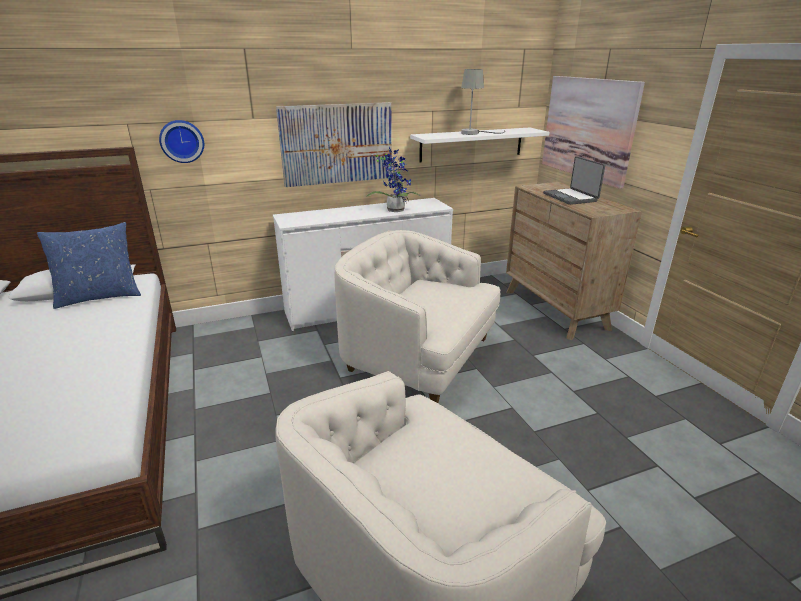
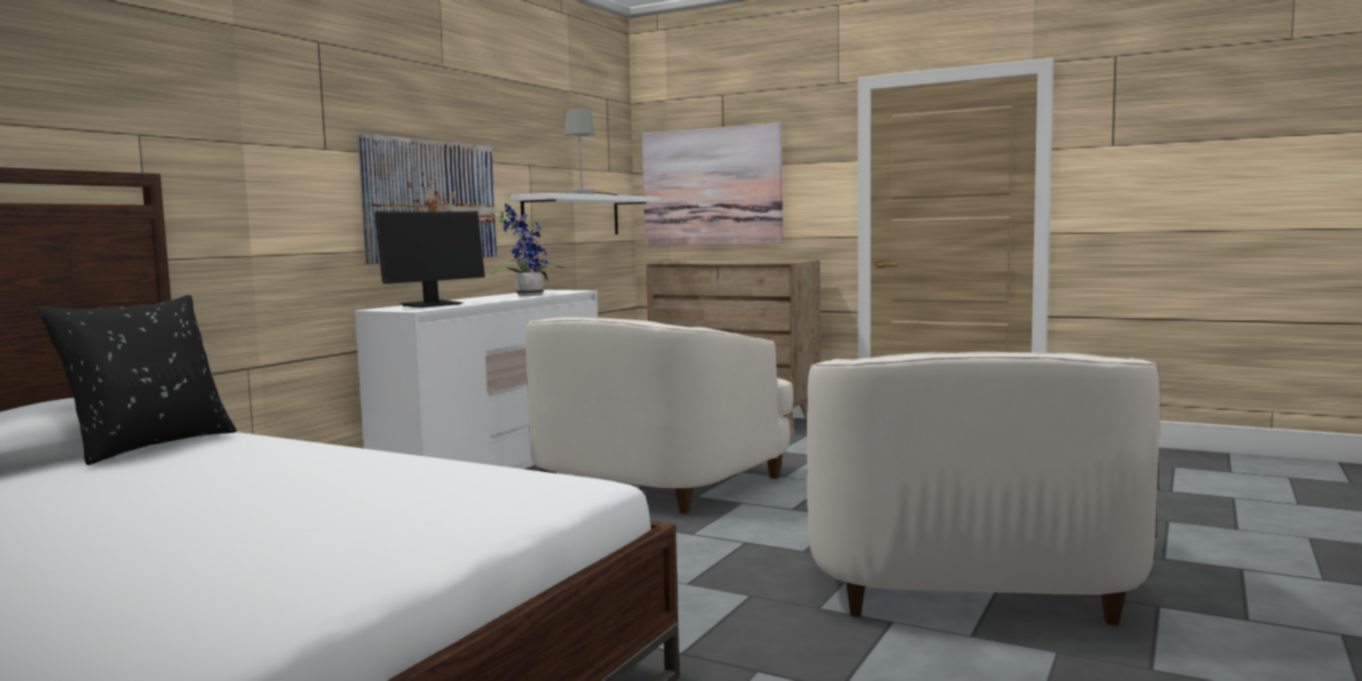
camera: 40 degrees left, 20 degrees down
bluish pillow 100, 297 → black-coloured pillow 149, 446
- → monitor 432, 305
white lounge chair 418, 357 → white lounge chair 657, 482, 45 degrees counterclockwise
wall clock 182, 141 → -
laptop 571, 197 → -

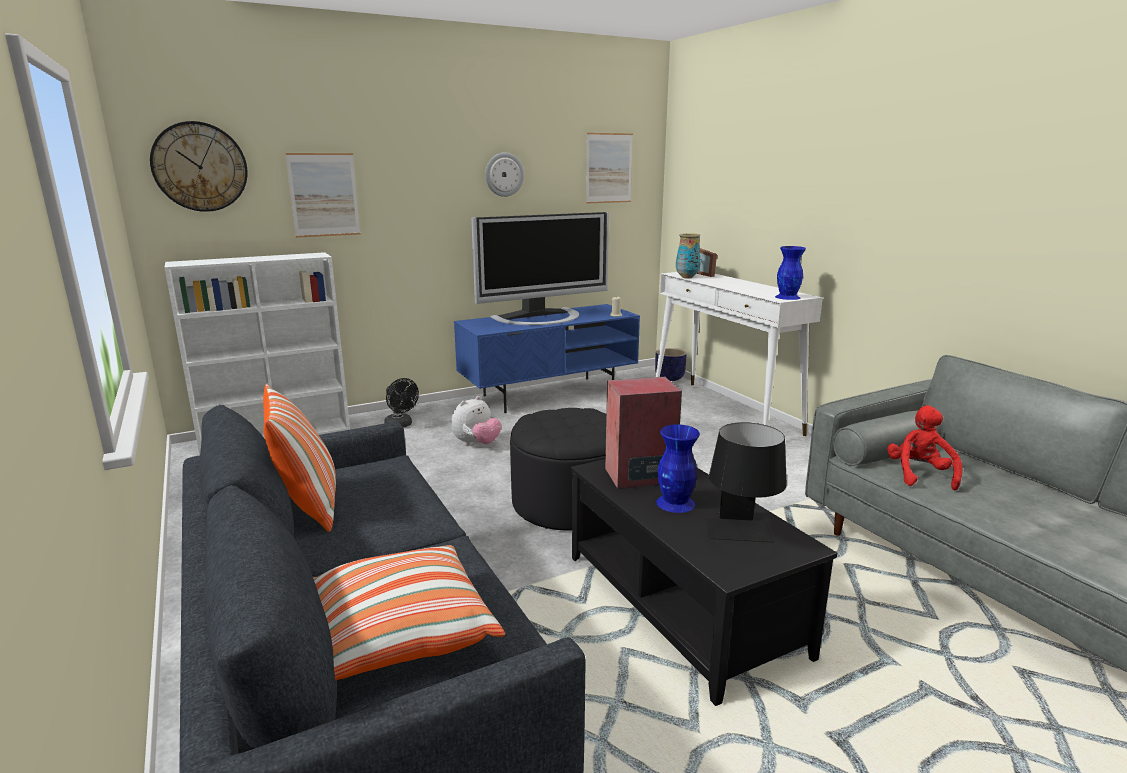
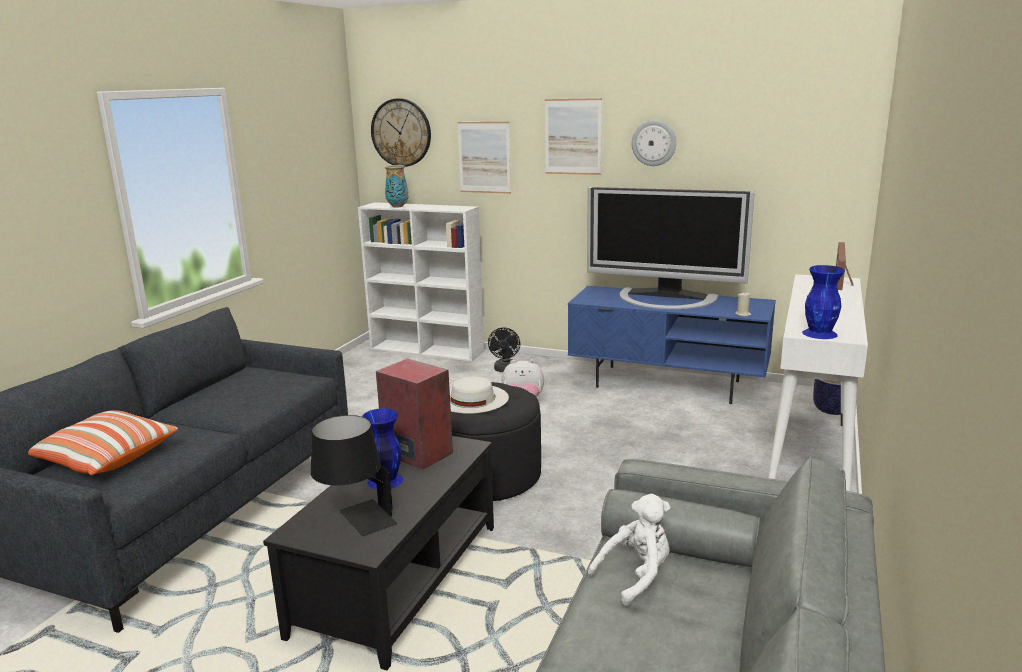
camera: 50 degrees right, 0 degrees up
decorative vase 687, 277 → decorative vase 398, 206, move
- → white clothing hat 472, 398
wall picture 609, 168 → wall picture 573, 136, move
red plush toy 919, 475 → white plush toy 636, 576
pillow 308, 506 → -

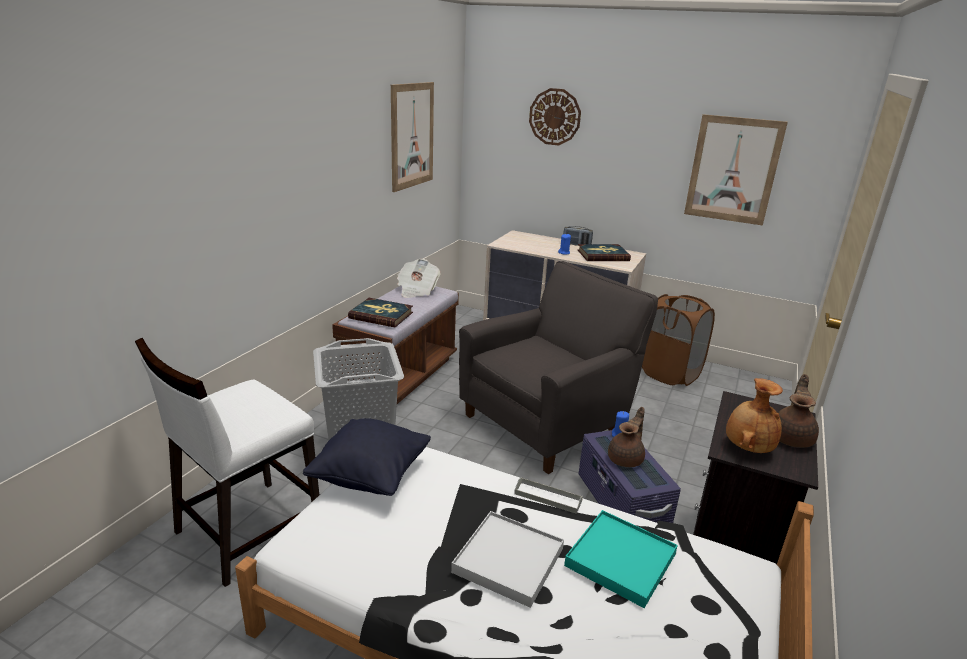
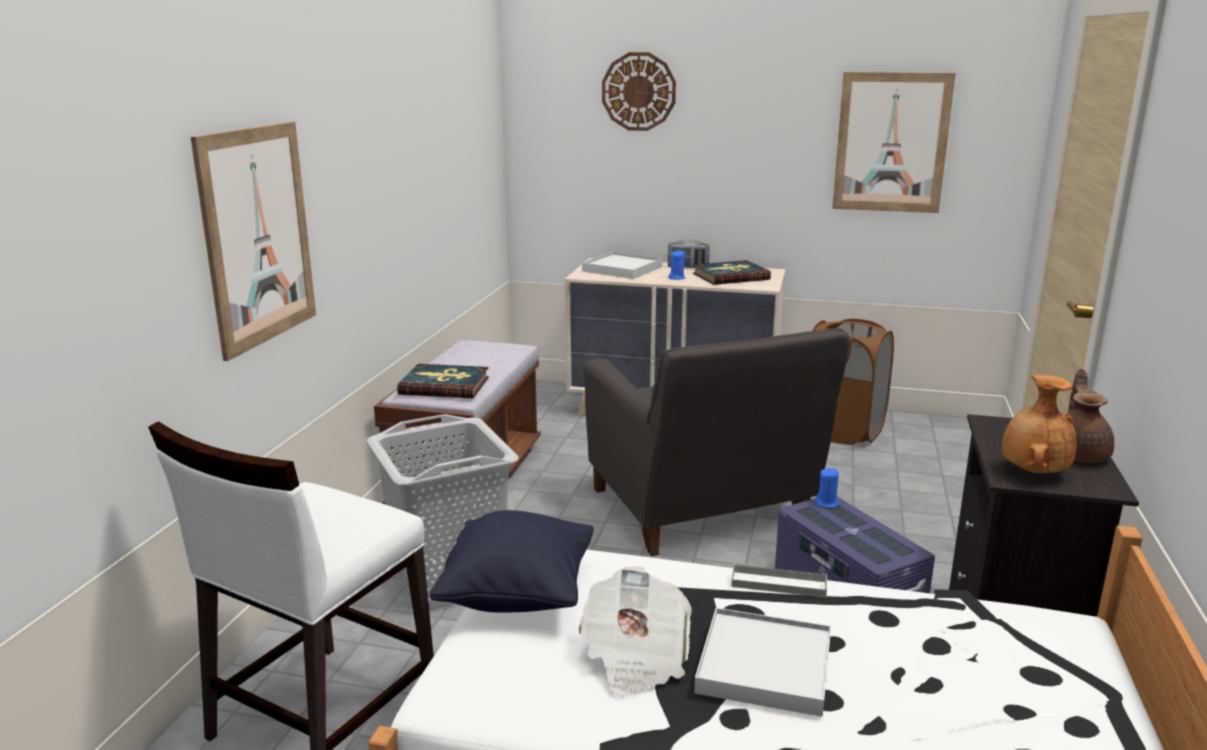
camera: 10 degrees left, 5 degrees down
wall picture 412, 136 → wall picture 258, 236, move
daily paper 417, 290 → daily paper 635, 658, move
- → white tray 622, 269
gray lounge chair 547, 422 → gray lounge chair 704, 511, 120 degrees clockwise
blue-green tray 621, 560 → -
brown-coloured teapot 626, 459 → -

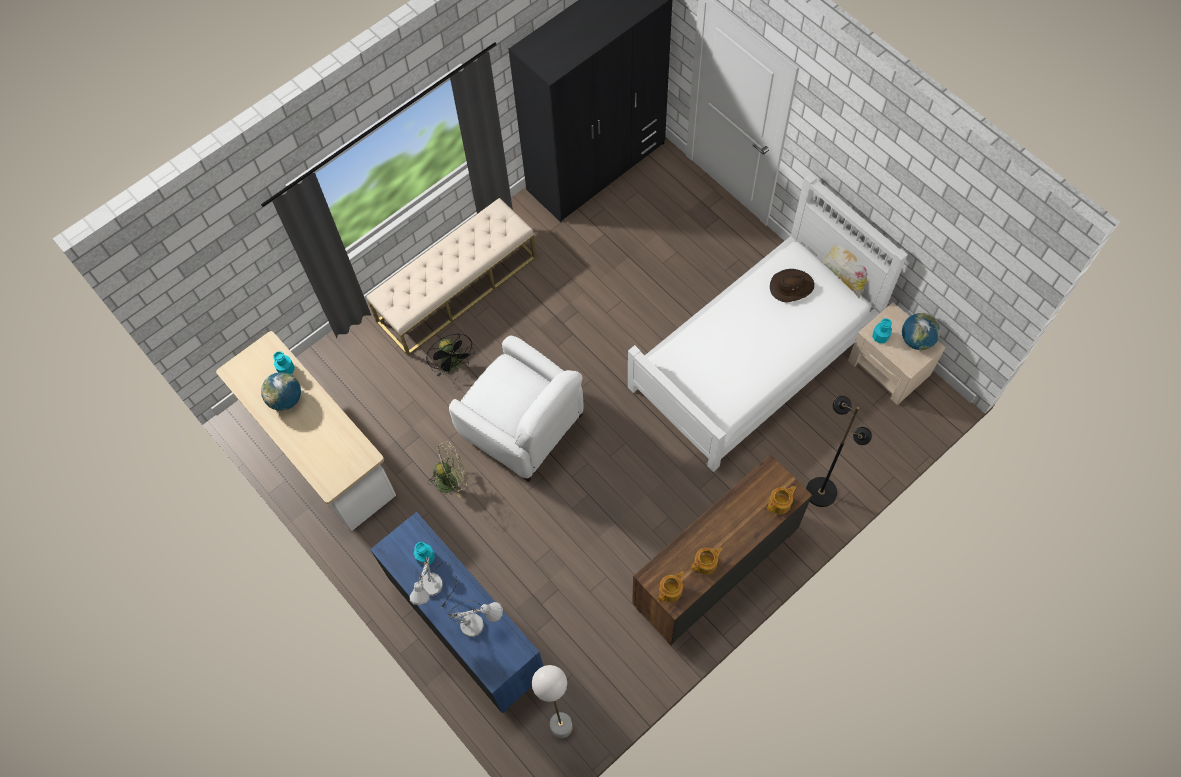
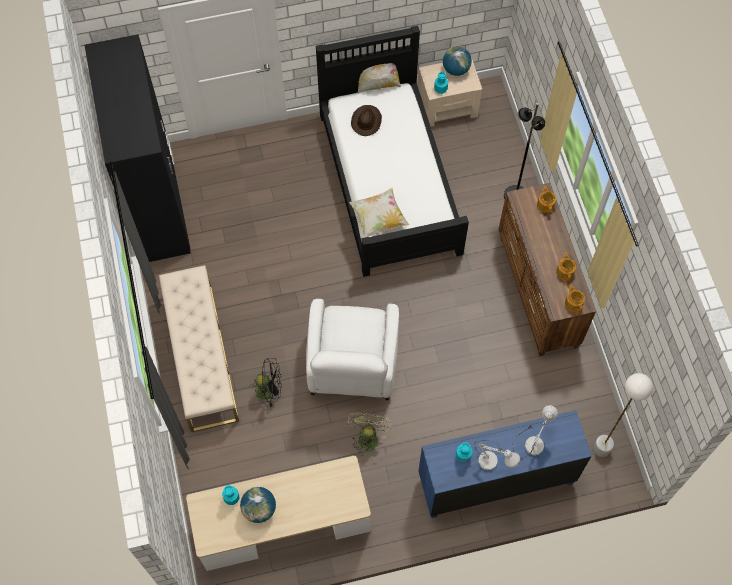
camera: 65 degrees left, 0 degrees up
white lounge chair 523, 426 → white lounge chair 352, 364, 120 degrees clockwise
white sleeping bed 754, 357 → black-coloured sleeping bed 389, 182
- → pillow 378, 219

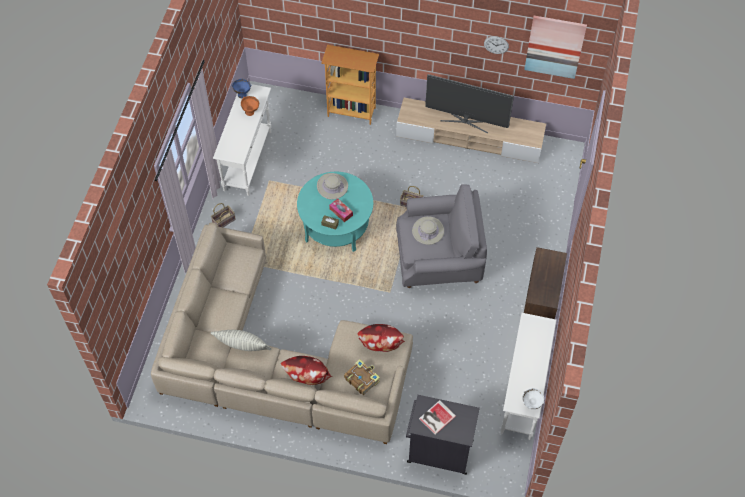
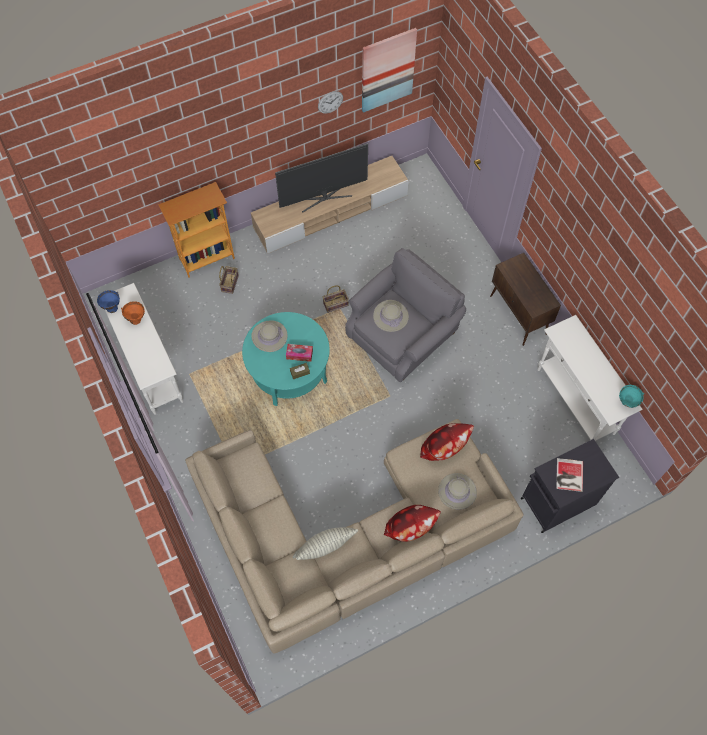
camera: 40 degrees left, 5 degrees up
household basket 224, 220 → household basket 229, 283, move
bound book 361, 379 → beige-coloured clothing hat 457, 491
white bowl 531, 405 → blue-green bowl 627, 403

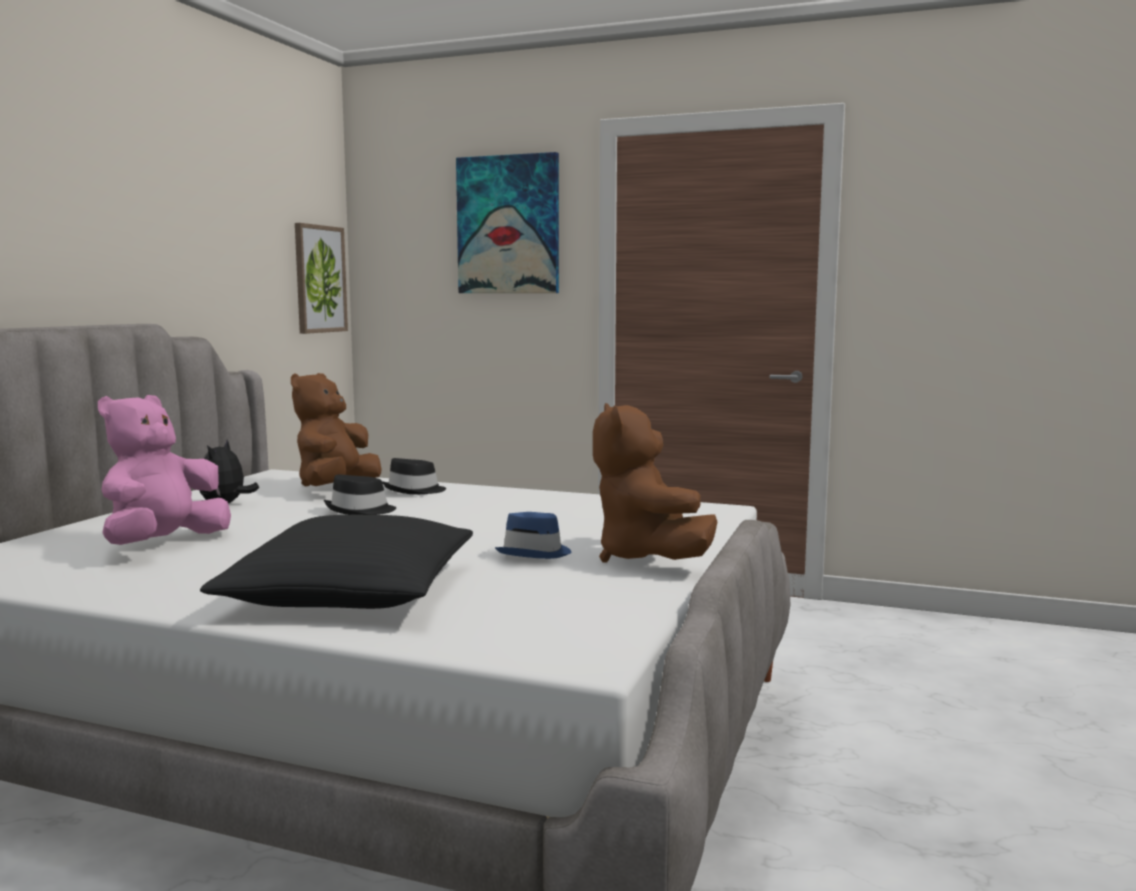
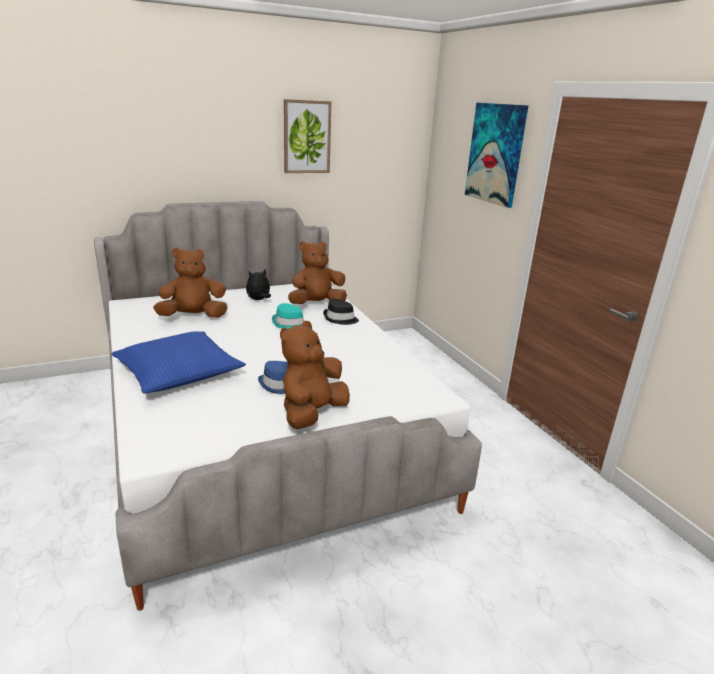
camera: 45 degrees right, 15 degrees up
black-coloured pillow 351, 591 → bluish pillow 178, 373
pink plush toy 163, 544 → brown-coloured plush toy 193, 317
black-coloured clothing hat 360, 511 → blue-green clothing hat 290, 324
wall picture 319, 279 → wall picture 306, 137, move

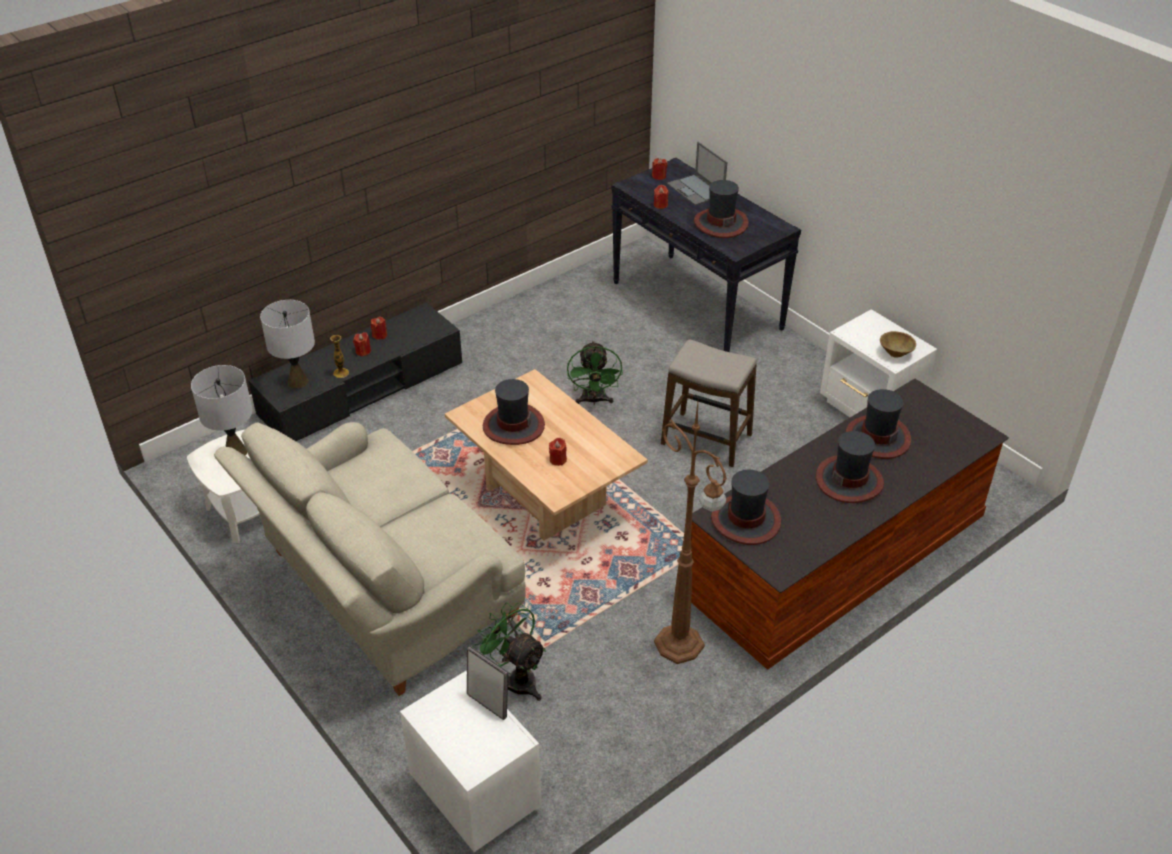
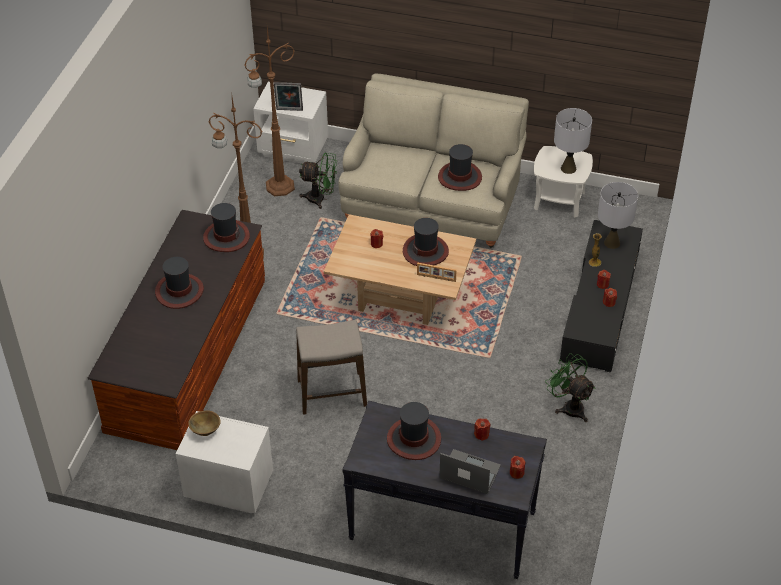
camera: 145 degrees right, 5 degrees up
- → brown-coloured standing lamp 278, 186
- → standing frame 436, 278
clothing hat 877, 437 → clothing hat 460, 177, move
green-coloured fan 594, 401 → green-coloured fan 569, 406, move

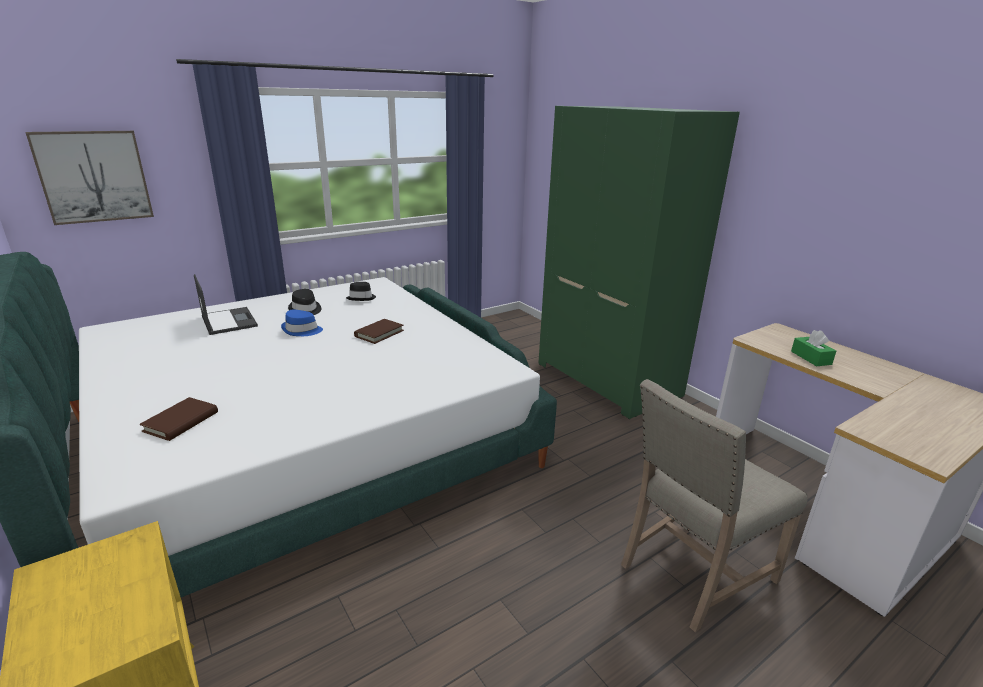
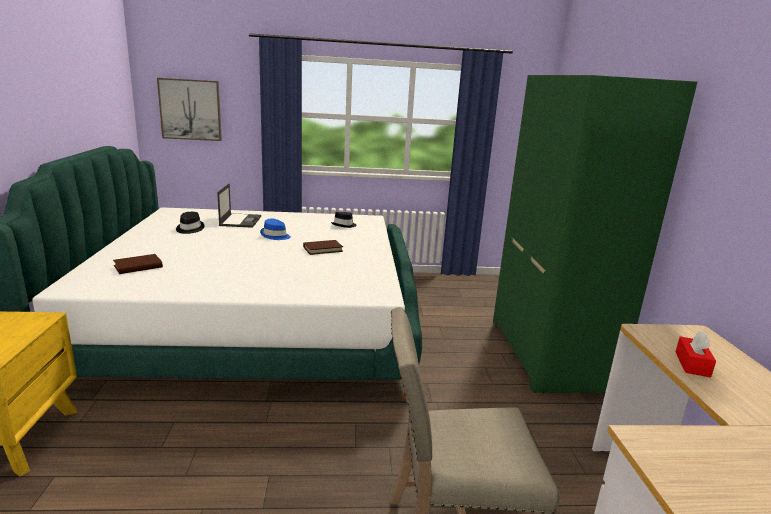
camera: 30 degrees right, 5 degrees down
black-coloured clothing hat 305, 310 → black-coloured clothing hat 189, 229, move
green-coloured tissue box 811, 358 → red tissue box 692, 364

